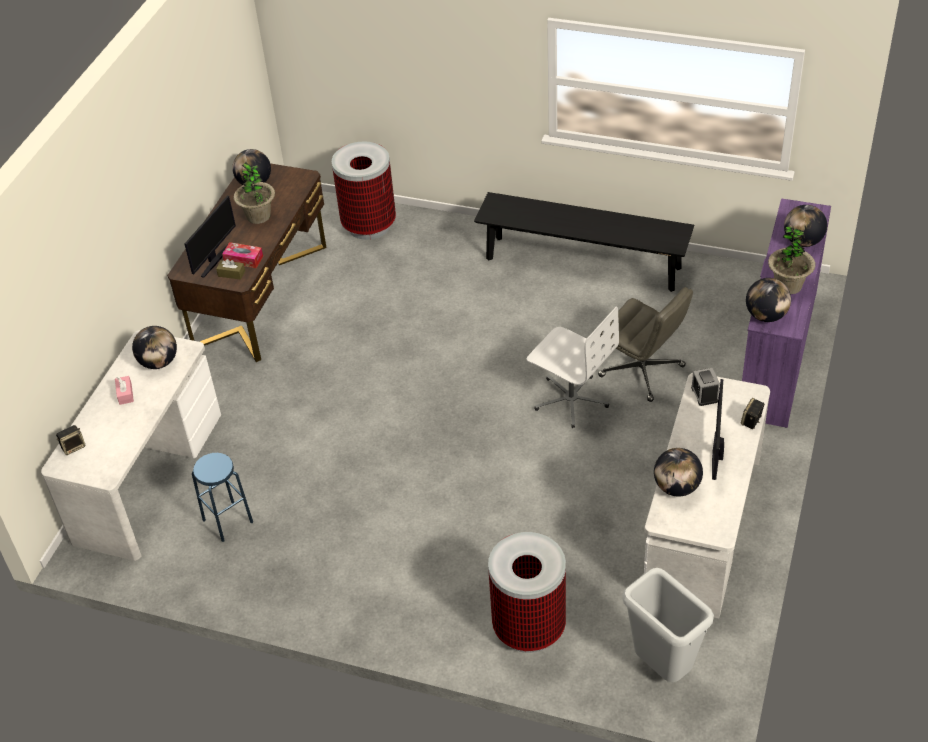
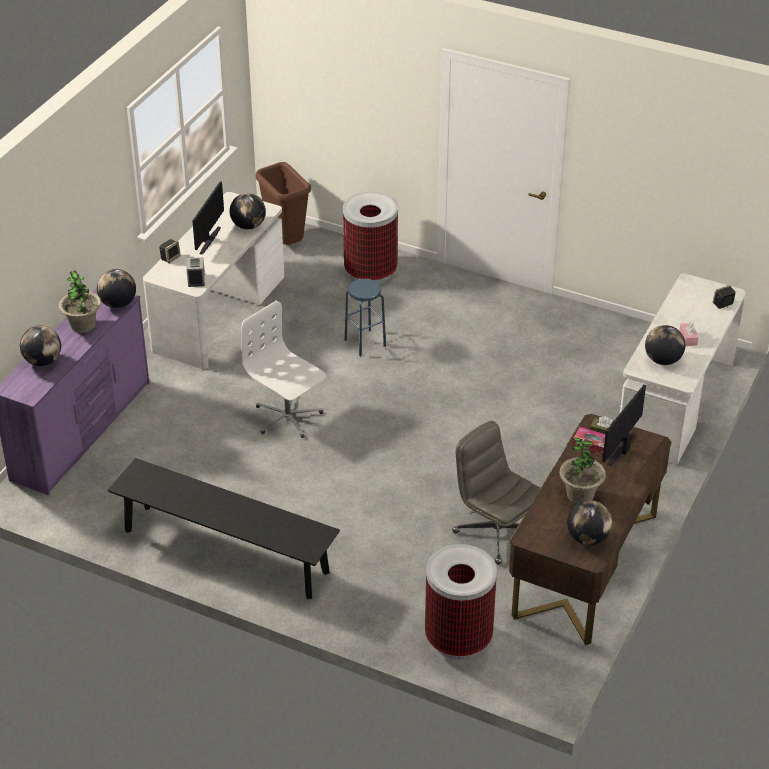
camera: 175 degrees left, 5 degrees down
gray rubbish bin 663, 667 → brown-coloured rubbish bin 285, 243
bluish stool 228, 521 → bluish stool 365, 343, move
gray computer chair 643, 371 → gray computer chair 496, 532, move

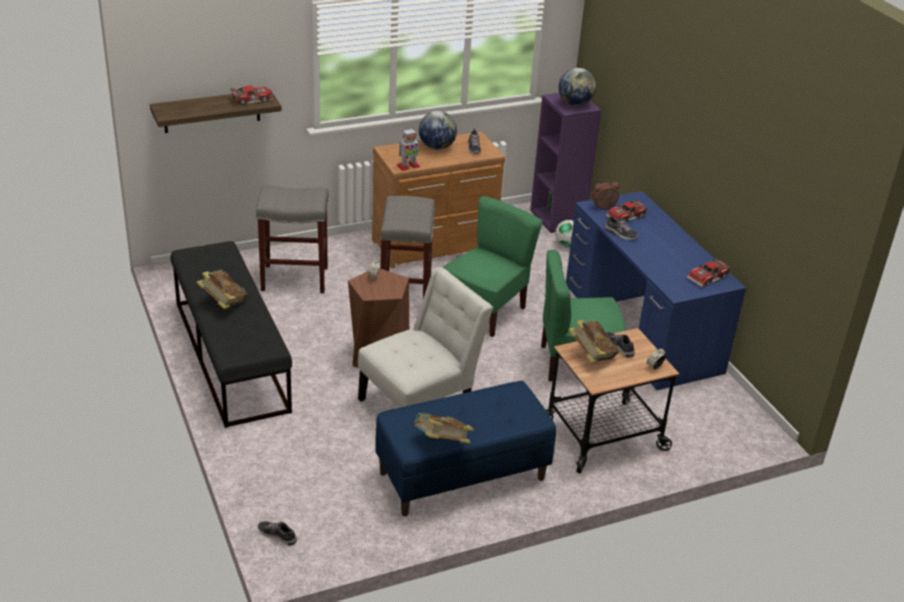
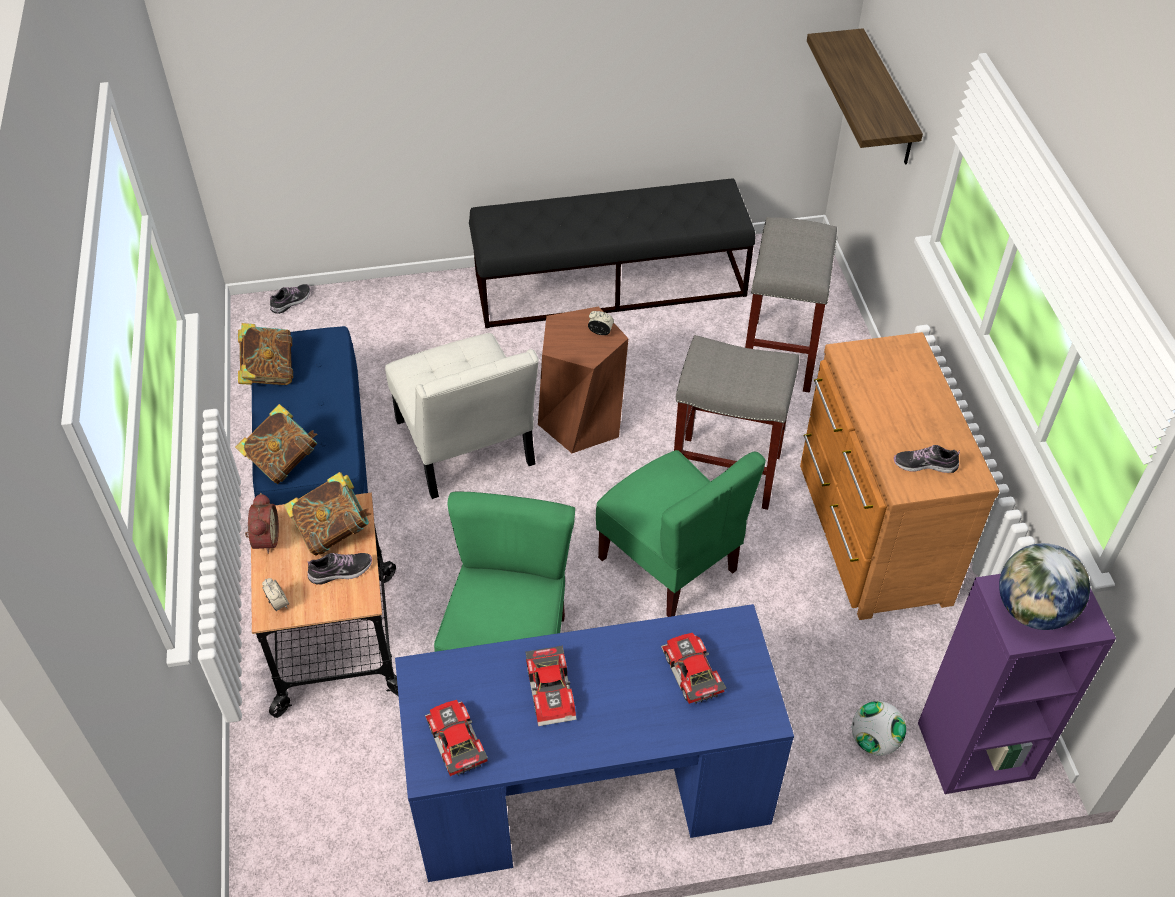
camera: 105 degrees right, 15 degrees up
bound book 223, 303 → bound book 283, 461, move
alarm clock 604, 207 → alarm clock 264, 539, move
model car 251, 99 → model car 553, 690, move
model robot 408, 166 → -
desk globe 436, 147 → -
low shoe 621, 234 → -

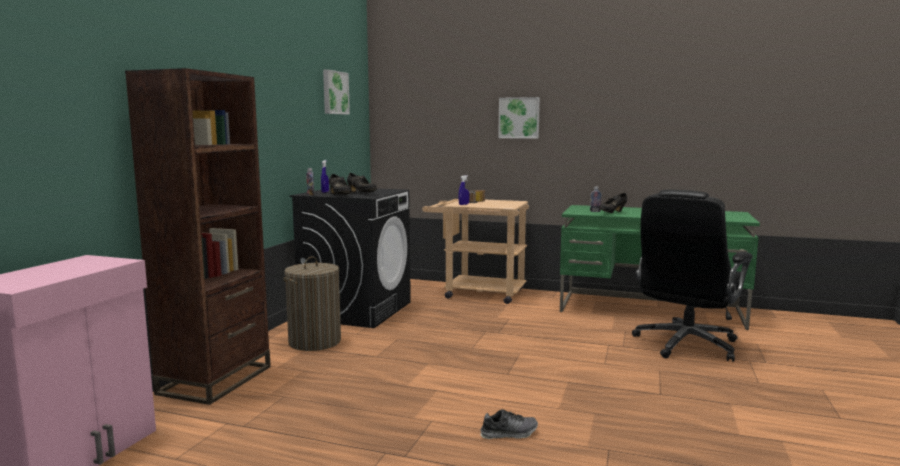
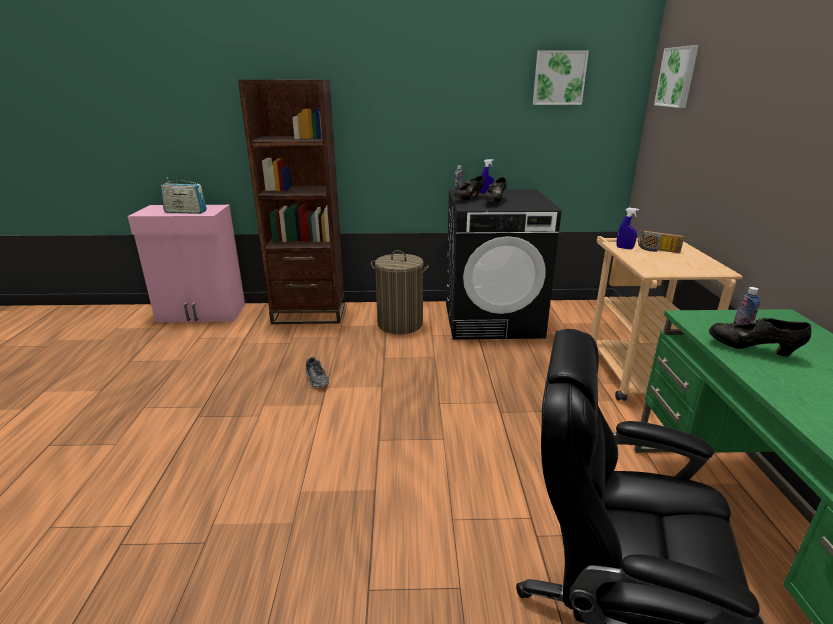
camera: 70 degrees right, 15 degrees up
- → radio 185, 212
low shoe 509, 434 → low shoe 317, 379, move
wall picture 519, 118 → wall picture 677, 77, move

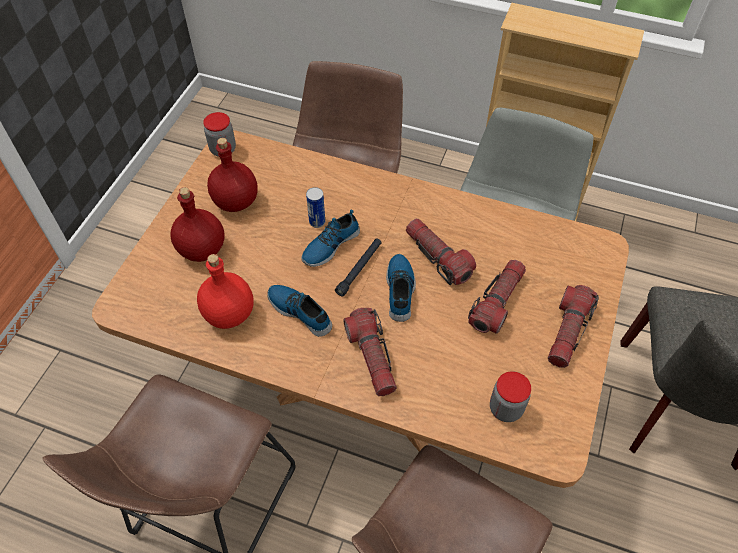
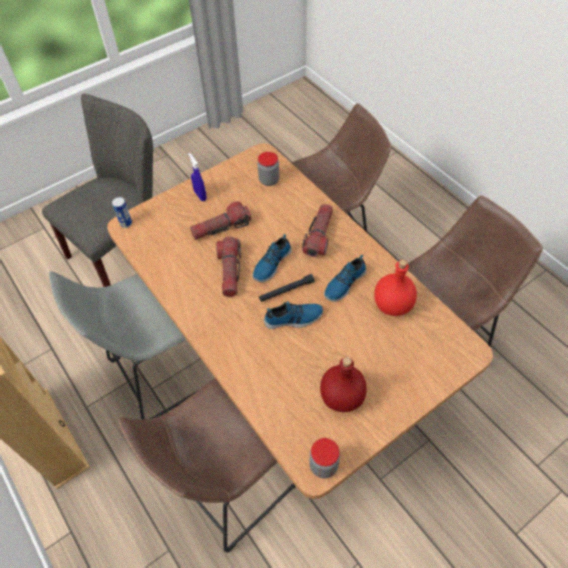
camera: 145 degrees left, 0 degrees up
can 317, 222 → can 126, 223, move
torch 567, 332 → bluish spray bottle 200, 195
low shoe 300, 311 → low shoe 344, 283, 60 degrees clockwise
red beverage bottle 203, 249 → -

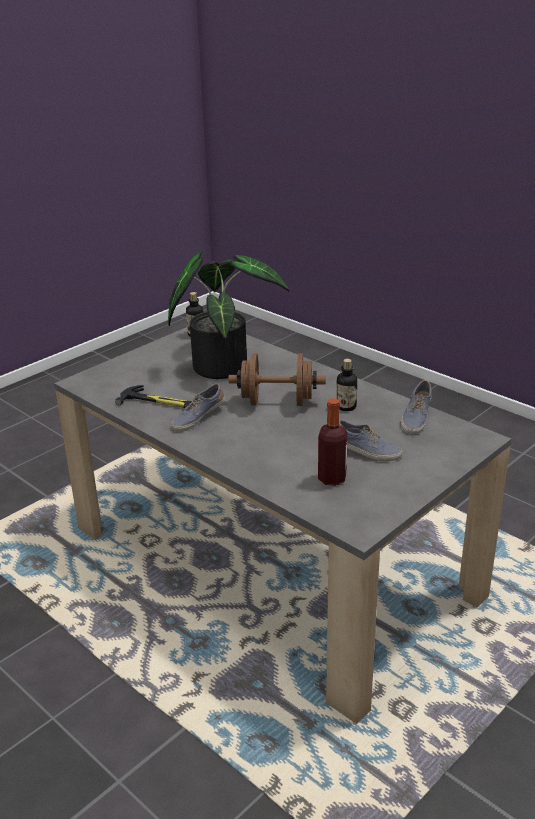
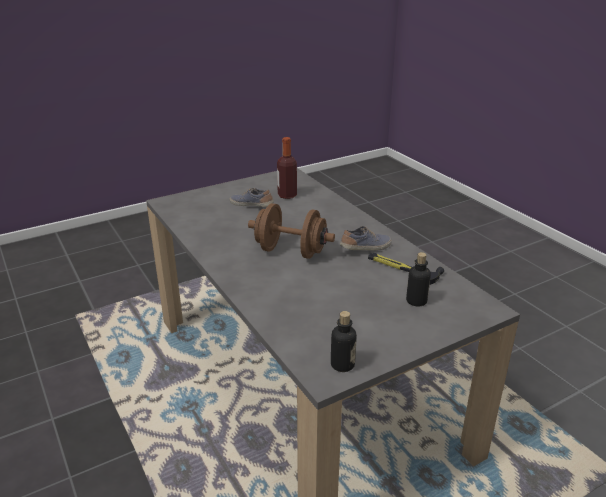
camera: 165 degrees left, 0 degrees up
beverage bottle 346, 407 → beverage bottle 416, 301, move
plant in a pot 223, 364 → -
low shoe 416, 418 → -

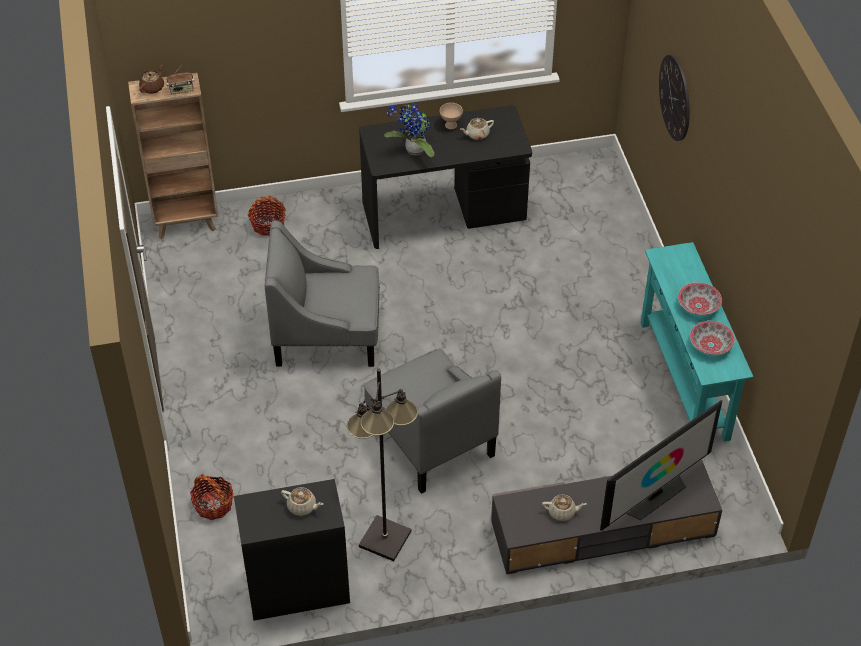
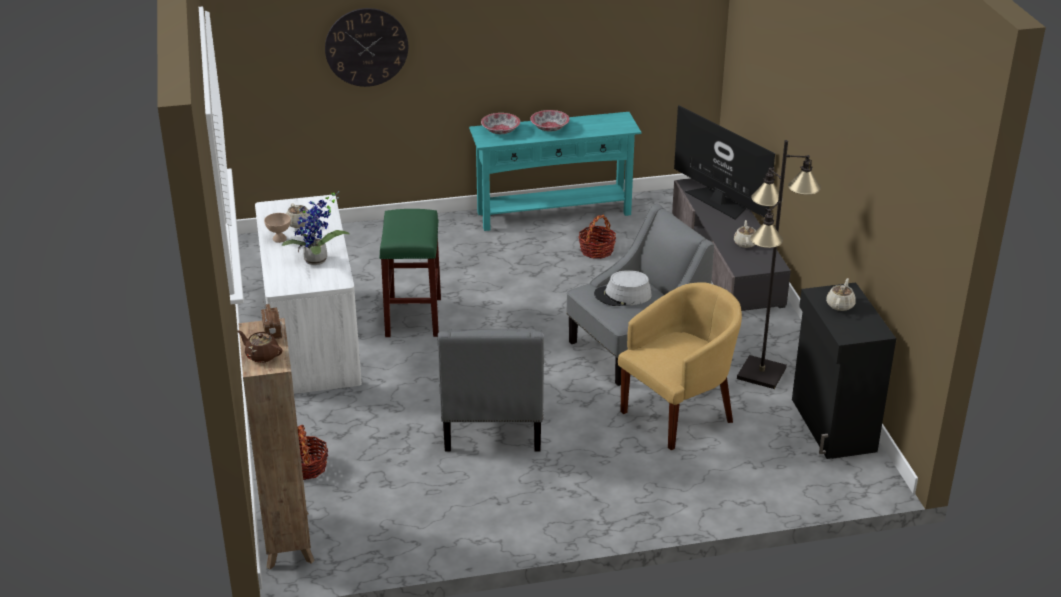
camera: 90 degrees left, 15 degrees down
black-coloured desk 444, 212 → white desk 311, 338
- → green-coloured stool 414, 318
bowl 711, 345 → bowl 501, 131, move
household basket 213, 505 → household basket 596, 250, move
- → gray clothing hat 623, 295
- → yellowish lounge chair 679, 413

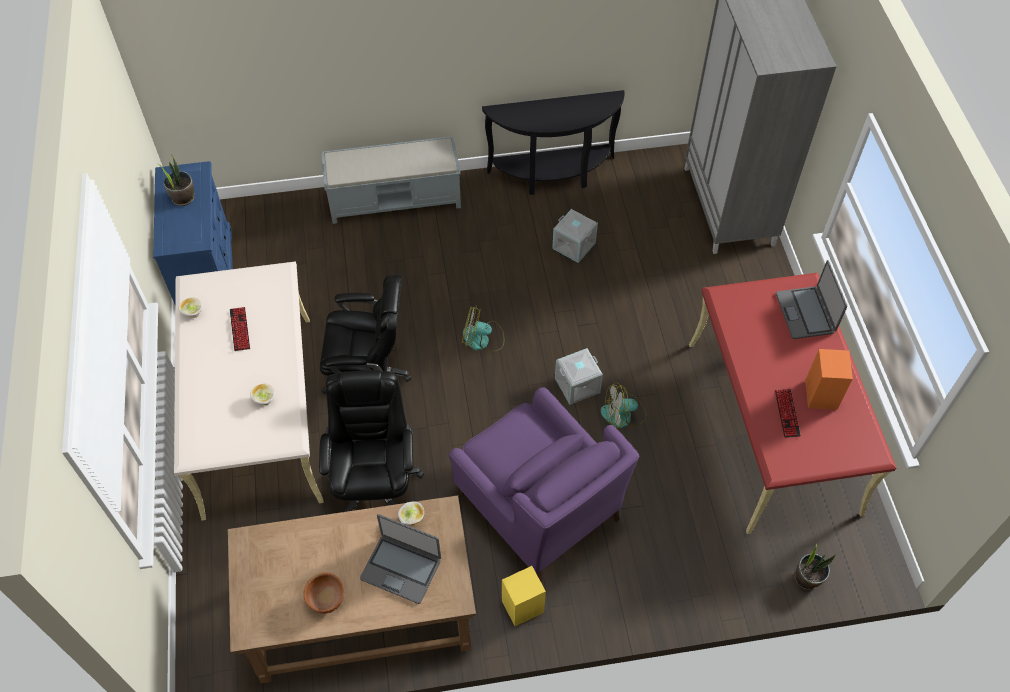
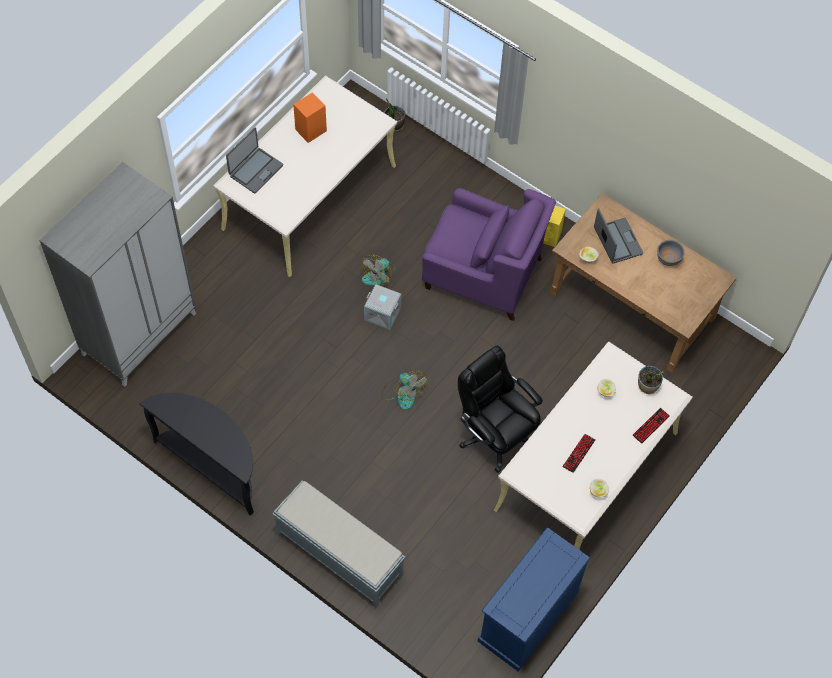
camera: 135 degrees left, 5 degrees up
red desk 772, 426 → beige-coloured desk 310, 196
fan 623, 415 → fan 379, 274, 90 degrees clockwise
purple-coloured lounge chair 538, 505 → purple-coloured lounge chair 483, 273, 105 degrees clockwise
computer keyboard 787, 413 → computer keyboard 650, 426, move
plant in a pot 183, 198 → plant in a pot 647, 386, move
brown-coloured bowl 326, 600 → gray bowl 668, 259
black-coloured computer chair 375, 483 → -
gray storage box 574, 245 → -

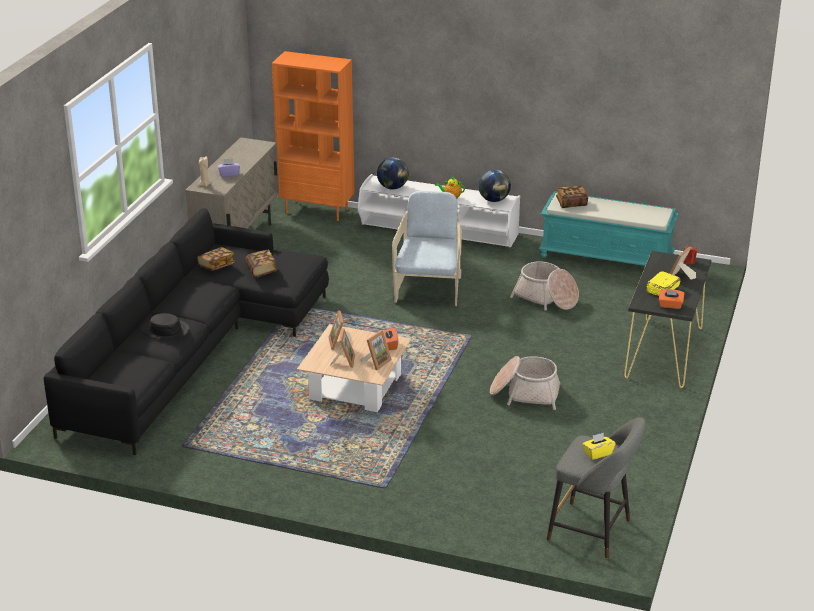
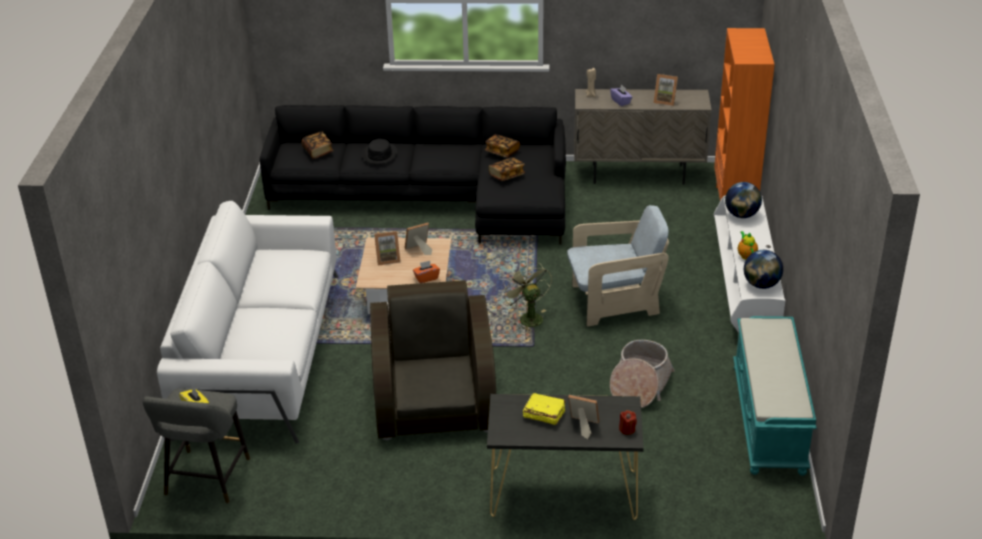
camera: 75 degrees right, 5 degrees up
- → white settee 261, 352
bound book 571, 203 → bound book 318, 151, move
household basket 525, 393 → brown-coloured lounge chair 435, 399
- → green-coloured fan 527, 317
standing frame 376, 362 → standing frame 665, 101, move
orange tissue box 670, 305 → -

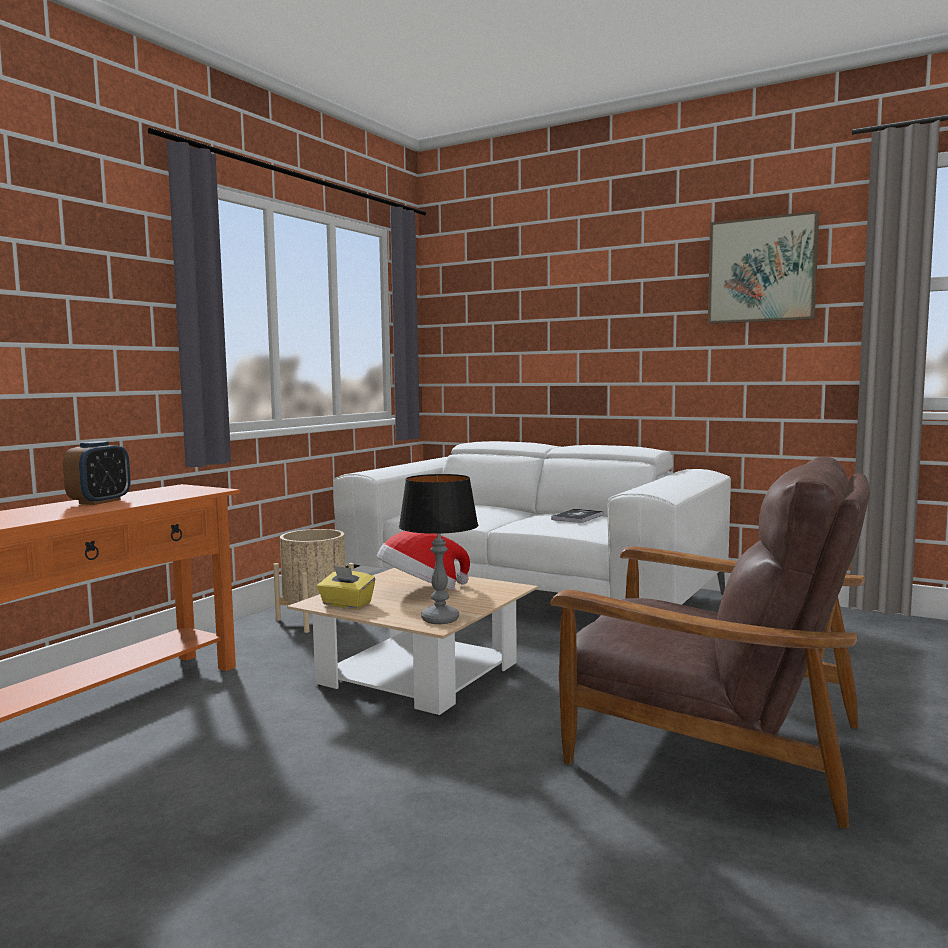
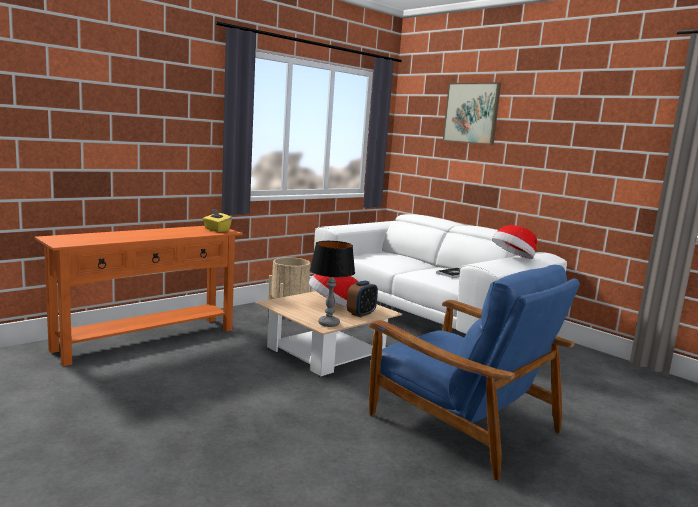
camera: 15 degrees right, 5 degrees up
yellowish tissue box 346, 604 → yellowish tissue box 216, 230, move
alarm clock 100, 501 → alarm clock 361, 314, move
brown-coloured lounge chair 710, 743 → bluish lounge chair 460, 422
wall picture 762, 270 → wall picture 471, 113, move
- → clothing hat 513, 258

